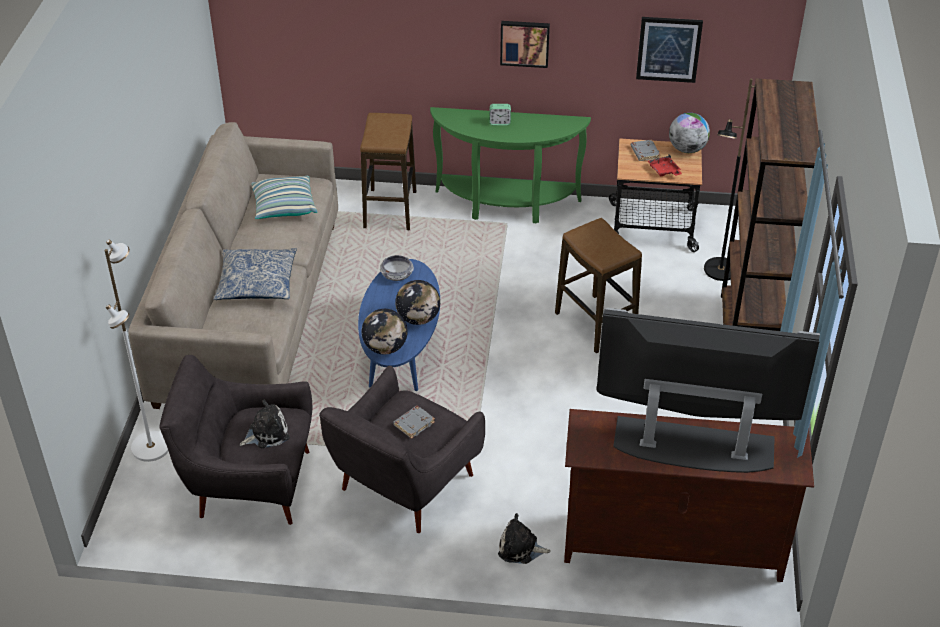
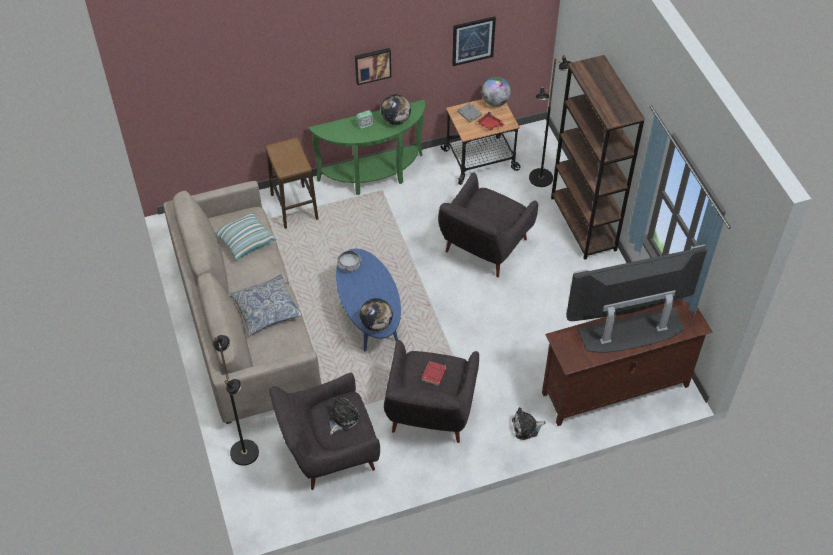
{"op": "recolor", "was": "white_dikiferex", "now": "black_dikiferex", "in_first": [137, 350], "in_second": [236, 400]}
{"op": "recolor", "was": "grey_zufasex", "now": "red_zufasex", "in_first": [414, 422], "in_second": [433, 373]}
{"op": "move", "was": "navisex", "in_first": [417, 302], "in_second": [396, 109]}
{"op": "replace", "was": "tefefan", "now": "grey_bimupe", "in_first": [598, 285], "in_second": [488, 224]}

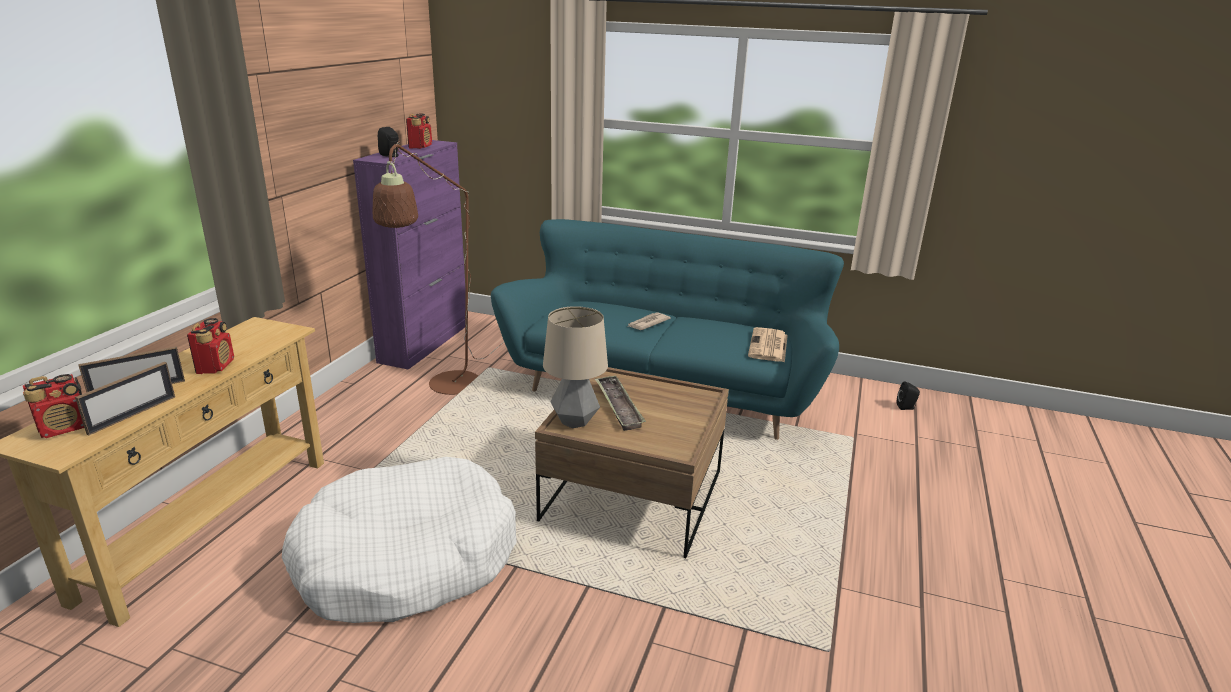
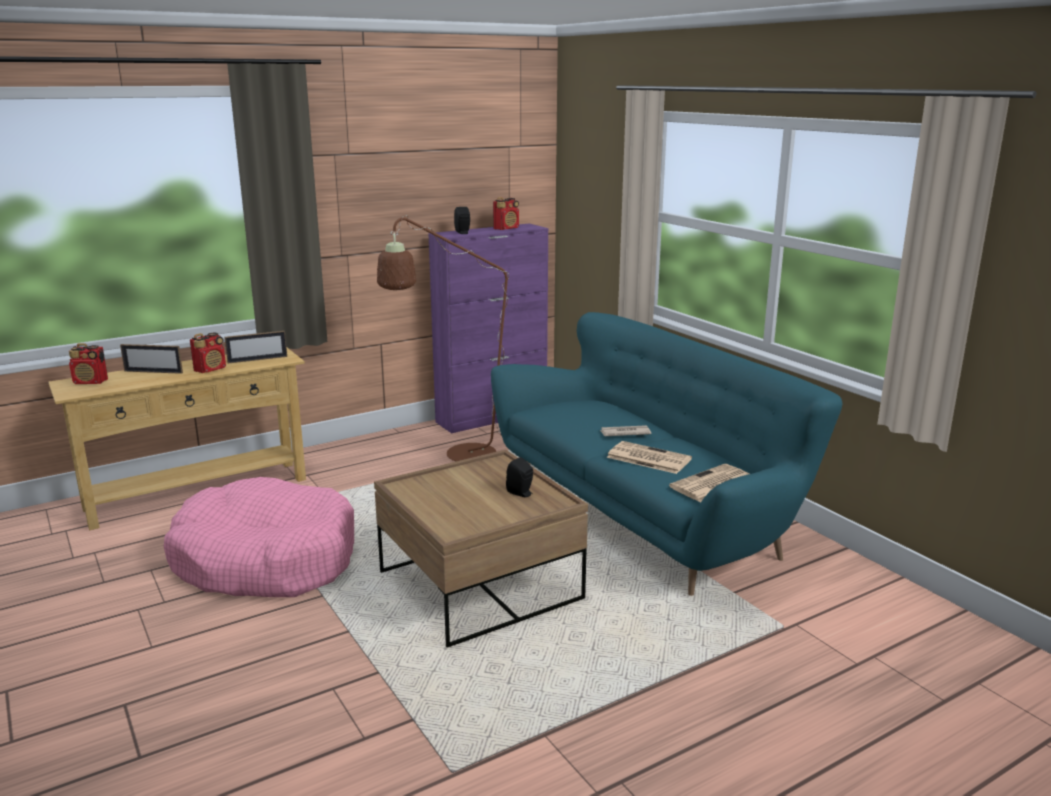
{"op": "move", "was": "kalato", "in_first": [125, 399], "in_second": [255, 347]}
{"op": "recolor", "was": "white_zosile", "now": "pink_zosile", "in_first": [399, 540], "in_second": [259, 537]}
{"op": "delete", "was": "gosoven", "in_first": [575, 367]}
{"op": "delete", "was": "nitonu", "in_first": [620, 403]}
{"op": "move", "was": "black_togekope", "in_first": [908, 395], "in_second": [519, 477]}
{"op": "insert", "now": "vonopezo", "in_second": [649, 457]}

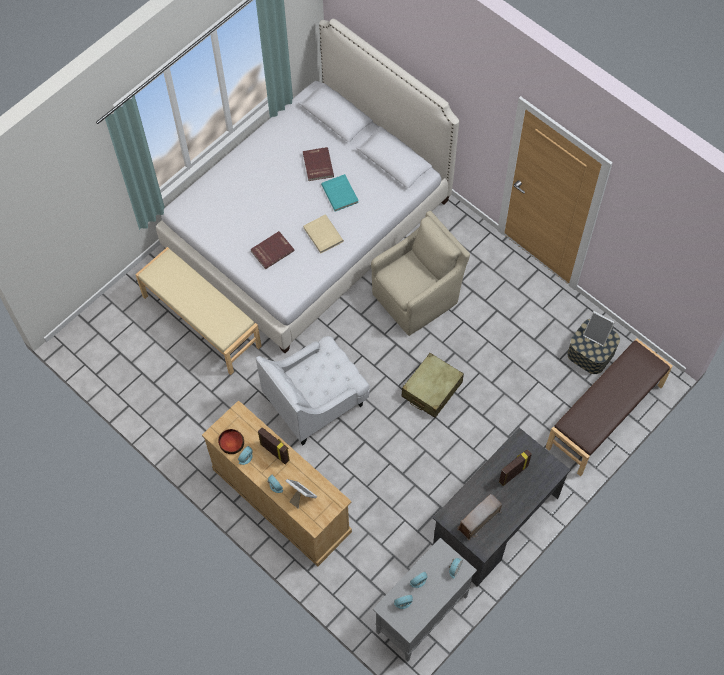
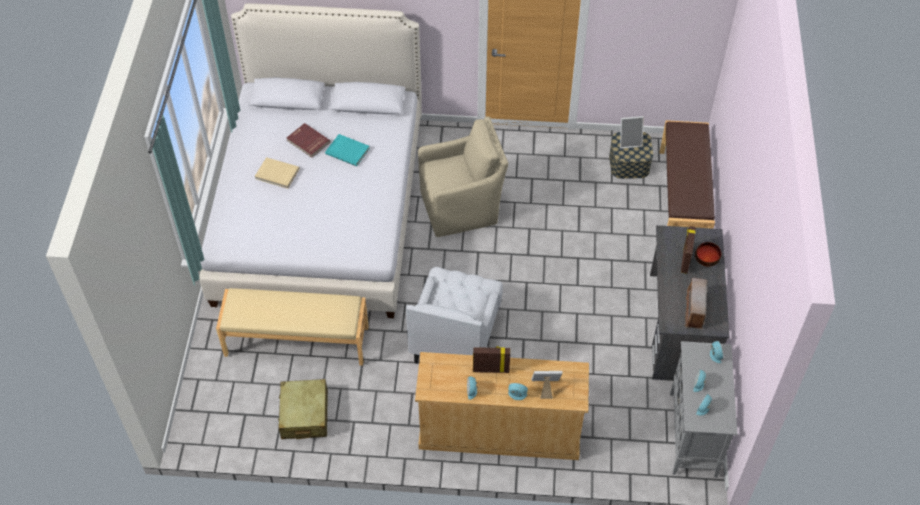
{"op": "move", "was": "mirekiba", "in_first": [231, 441], "in_second": [708, 254]}
{"op": "delete", "was": "red_zufasex", "in_first": [272, 250]}
{"op": "move", "was": "beige_zufasex", "in_first": [323, 234], "in_second": [277, 173]}
{"op": "rotate", "was": "beige_bimupe", "in_first": [420, 273], "in_second": [463, 177], "clockwise": 60}
{"op": "move", "was": "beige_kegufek", "in_first": [432, 385], "in_second": [303, 409]}

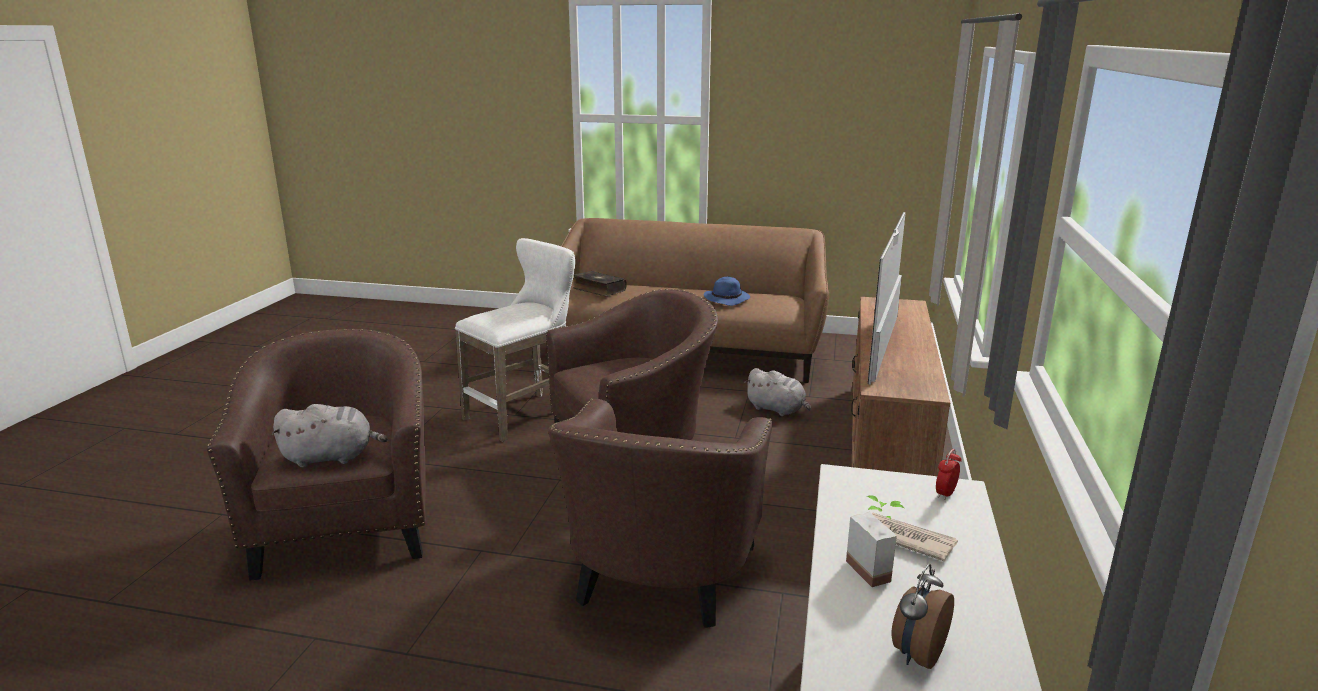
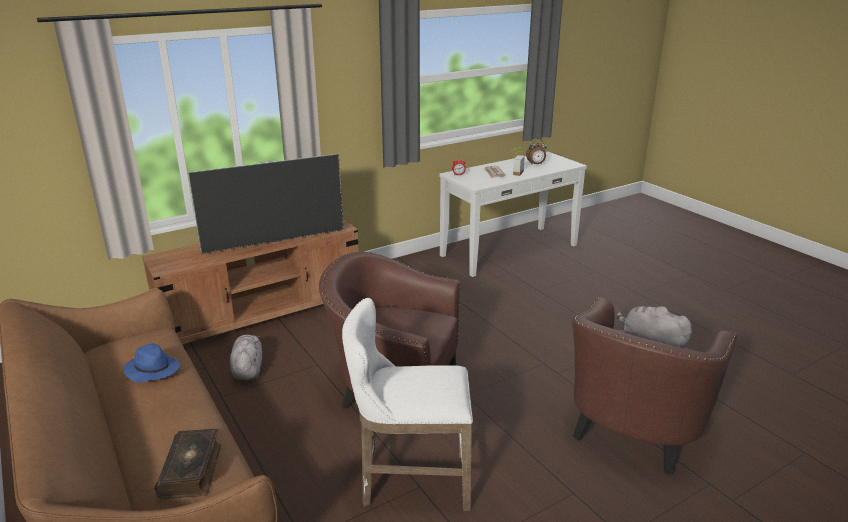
{"op": "delete", "was": "brown_bimupe", "in_first": [660, 513]}

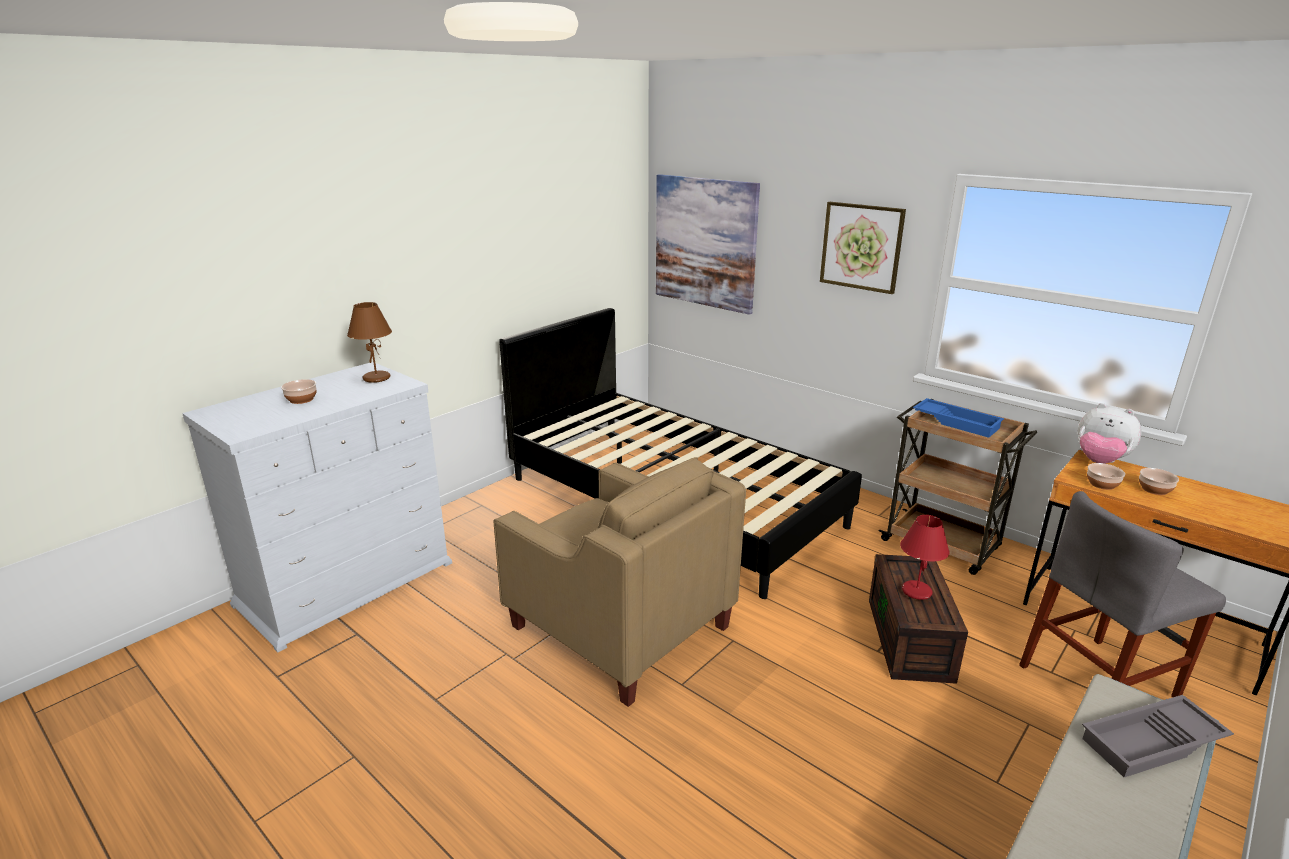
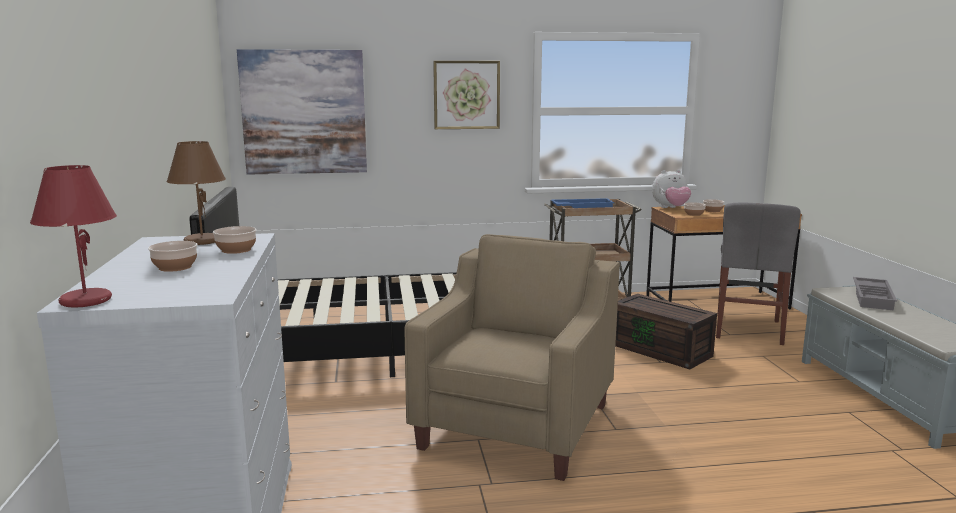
{"op": "rotate", "was": "beige_bimupe", "in_first": [619, 582], "in_second": [512, 357], "clockwise": -60}
{"op": "move", "was": "red_gosoven", "in_first": [925, 557], "in_second": [73, 236]}
{"op": "insert", "now": "mirekiba", "in_second": [235, 240]}

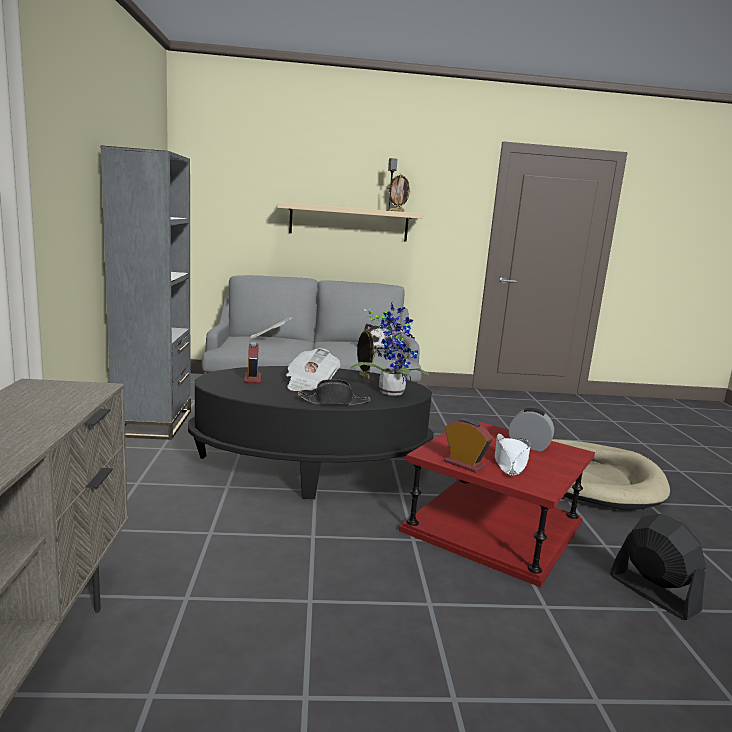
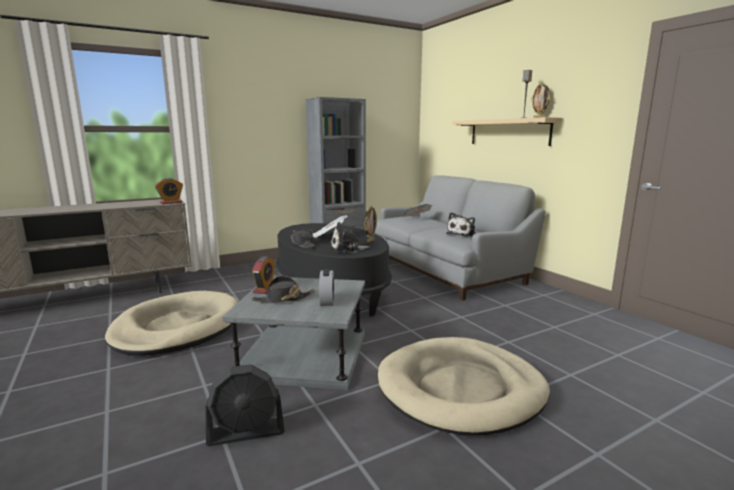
{"op": "move", "was": "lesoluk", "in_first": [252, 362], "in_second": [169, 191]}
{"op": "replace", "was": "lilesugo", "now": "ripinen", "in_first": [389, 349], "in_second": [350, 237]}
{"op": "recolor", "was": "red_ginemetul", "now": "grey_ginemetul", "in_first": [497, 504], "in_second": [293, 333]}
{"op": "recolor", "was": "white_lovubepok", "now": "black_lovubepok", "in_first": [513, 455], "in_second": [283, 290]}
{"op": "rotate", "was": "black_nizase", "in_first": [658, 567], "in_second": [245, 405], "clockwise": 45}
{"op": "insert", "now": "beige_zosile", "in_second": [171, 323]}

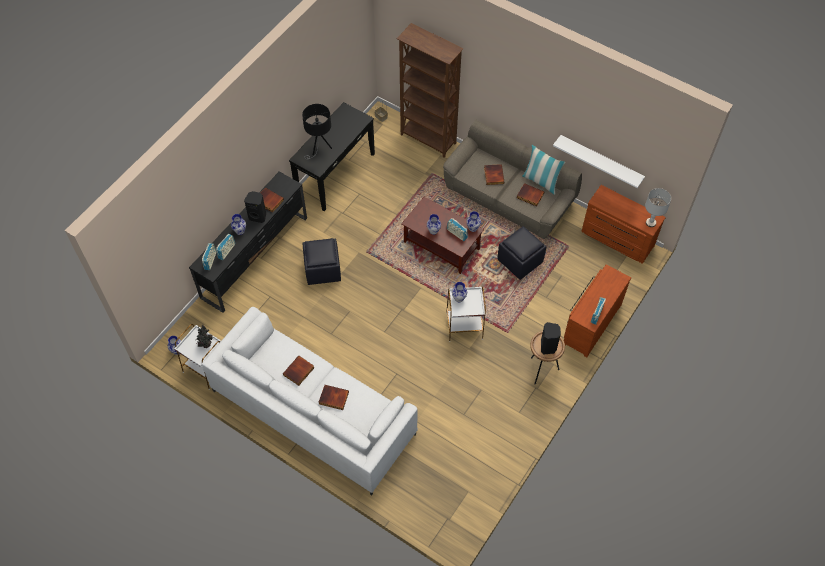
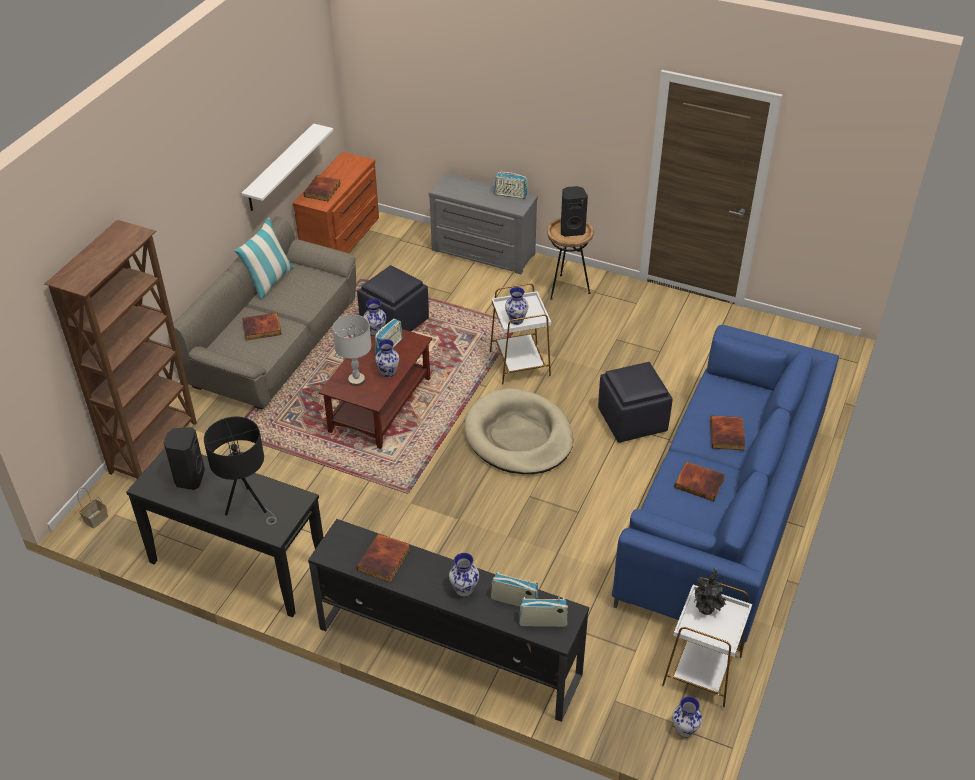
{"op": "recolor", "was": "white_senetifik", "now": "blue_senetifik", "in_first": [310, 401], "in_second": [725, 488]}
{"op": "move", "was": "black_togekope", "in_first": [255, 207], "in_second": [184, 458]}
{"op": "move", "was": "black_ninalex", "in_first": [322, 261], "in_second": [635, 402]}
{"op": "move", "was": "zufasex", "in_first": [530, 194], "in_second": [322, 188]}
{"op": "recolor", "was": "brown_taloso", "now": "grey_taloso", "in_first": [597, 310], "in_second": [483, 223]}
{"op": "move", "was": "grey_gosoven", "in_first": [658, 207], "in_second": [352, 350]}
{"op": "insert", "now": "beige_zosile", "in_second": [518, 431]}

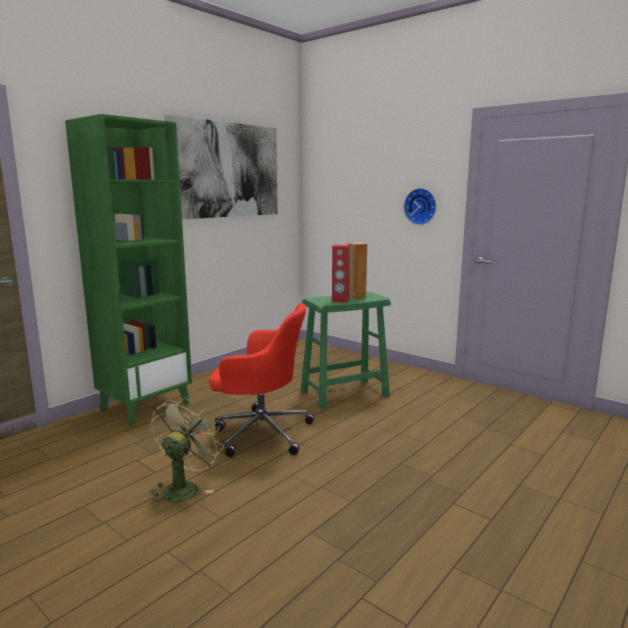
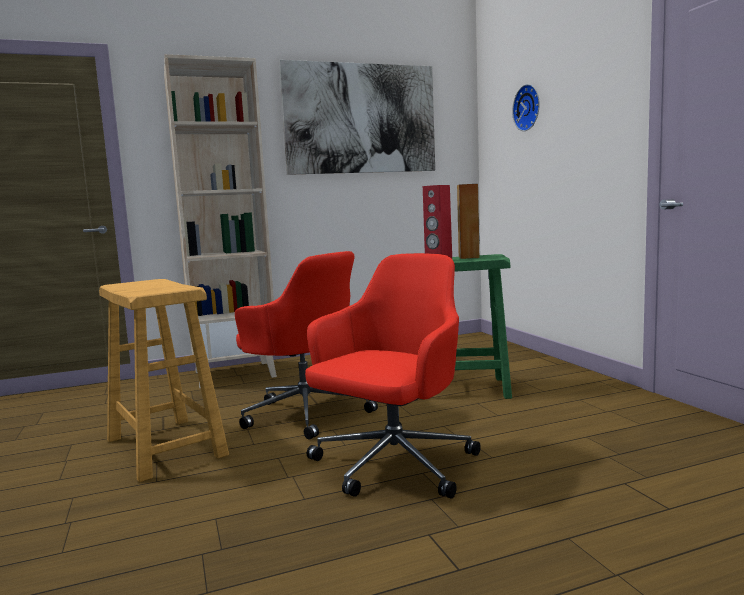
{"op": "recolor", "was": "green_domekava", "now": "beige_domekava", "in_first": [128, 270], "in_second": [220, 221]}
{"op": "replace", "was": "green_nizase", "now": "beige_tefefan", "in_first": [187, 451], "in_second": [164, 380]}
{"op": "move", "was": "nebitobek", "in_first": [420, 206], "in_second": [526, 107]}
{"op": "insert", "now": "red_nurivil", "in_second": [393, 376]}

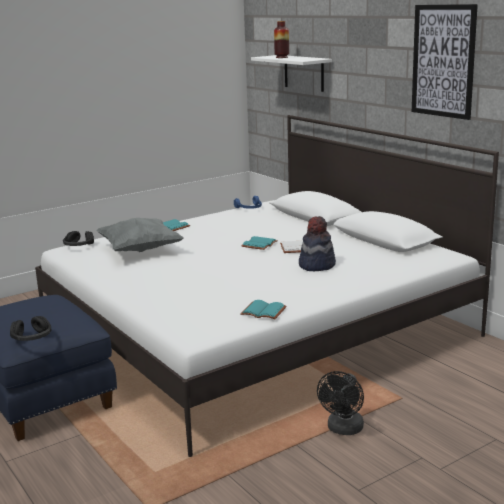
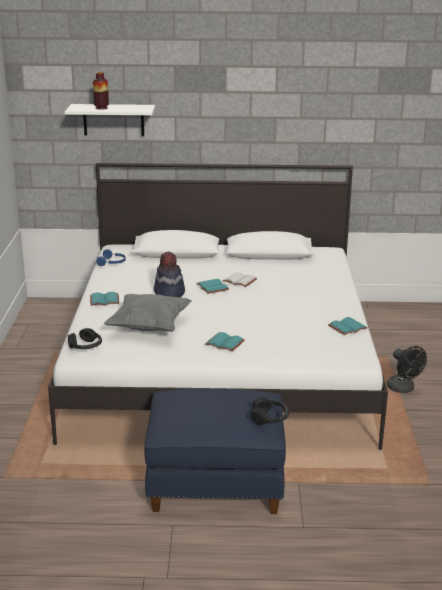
{"op": "move", "was": "lovubepok", "in_first": [317, 243], "in_second": [169, 275]}
{"op": "delete", "was": "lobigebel", "in_first": [445, 62]}
{"op": "insert", "now": "turquoise_zufasex", "in_second": [225, 341]}

